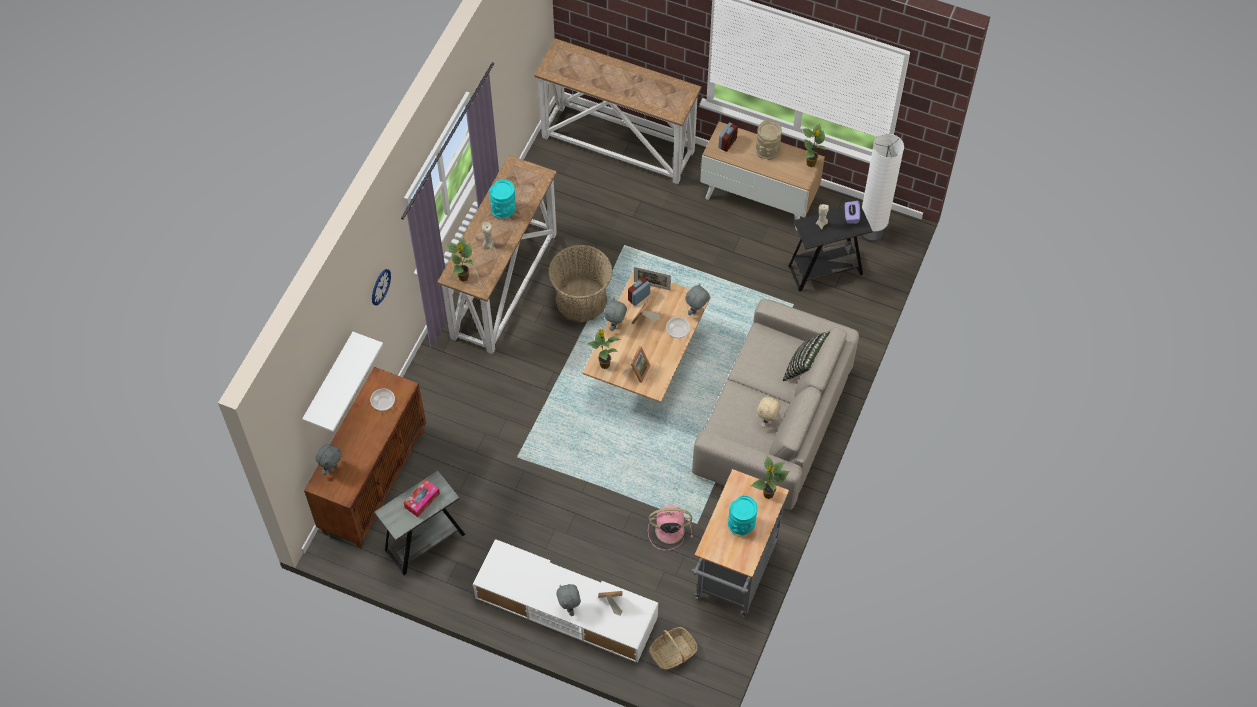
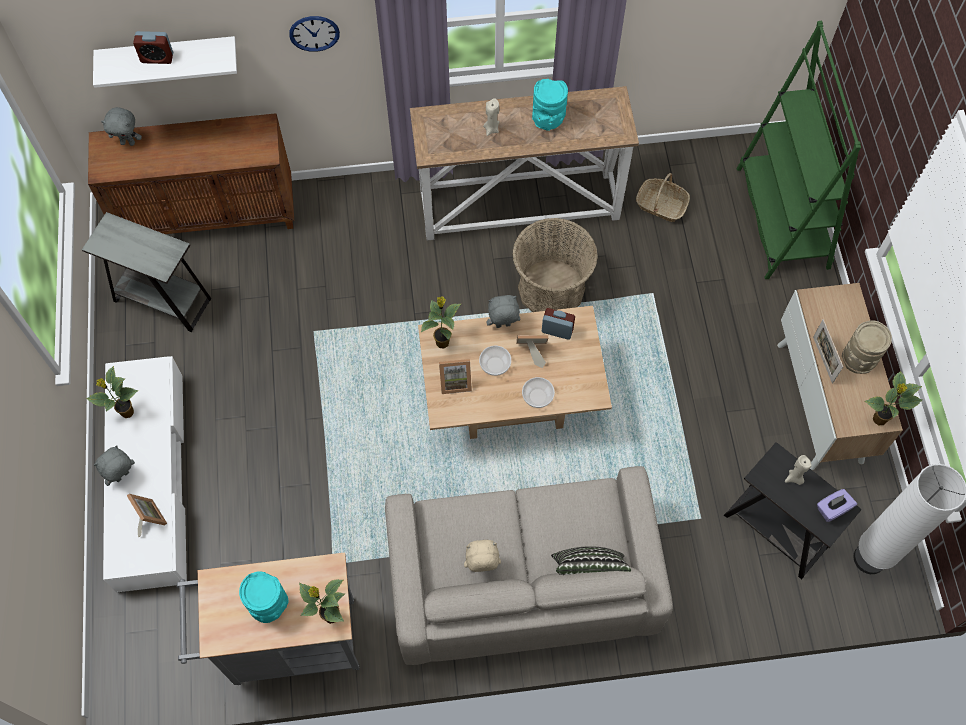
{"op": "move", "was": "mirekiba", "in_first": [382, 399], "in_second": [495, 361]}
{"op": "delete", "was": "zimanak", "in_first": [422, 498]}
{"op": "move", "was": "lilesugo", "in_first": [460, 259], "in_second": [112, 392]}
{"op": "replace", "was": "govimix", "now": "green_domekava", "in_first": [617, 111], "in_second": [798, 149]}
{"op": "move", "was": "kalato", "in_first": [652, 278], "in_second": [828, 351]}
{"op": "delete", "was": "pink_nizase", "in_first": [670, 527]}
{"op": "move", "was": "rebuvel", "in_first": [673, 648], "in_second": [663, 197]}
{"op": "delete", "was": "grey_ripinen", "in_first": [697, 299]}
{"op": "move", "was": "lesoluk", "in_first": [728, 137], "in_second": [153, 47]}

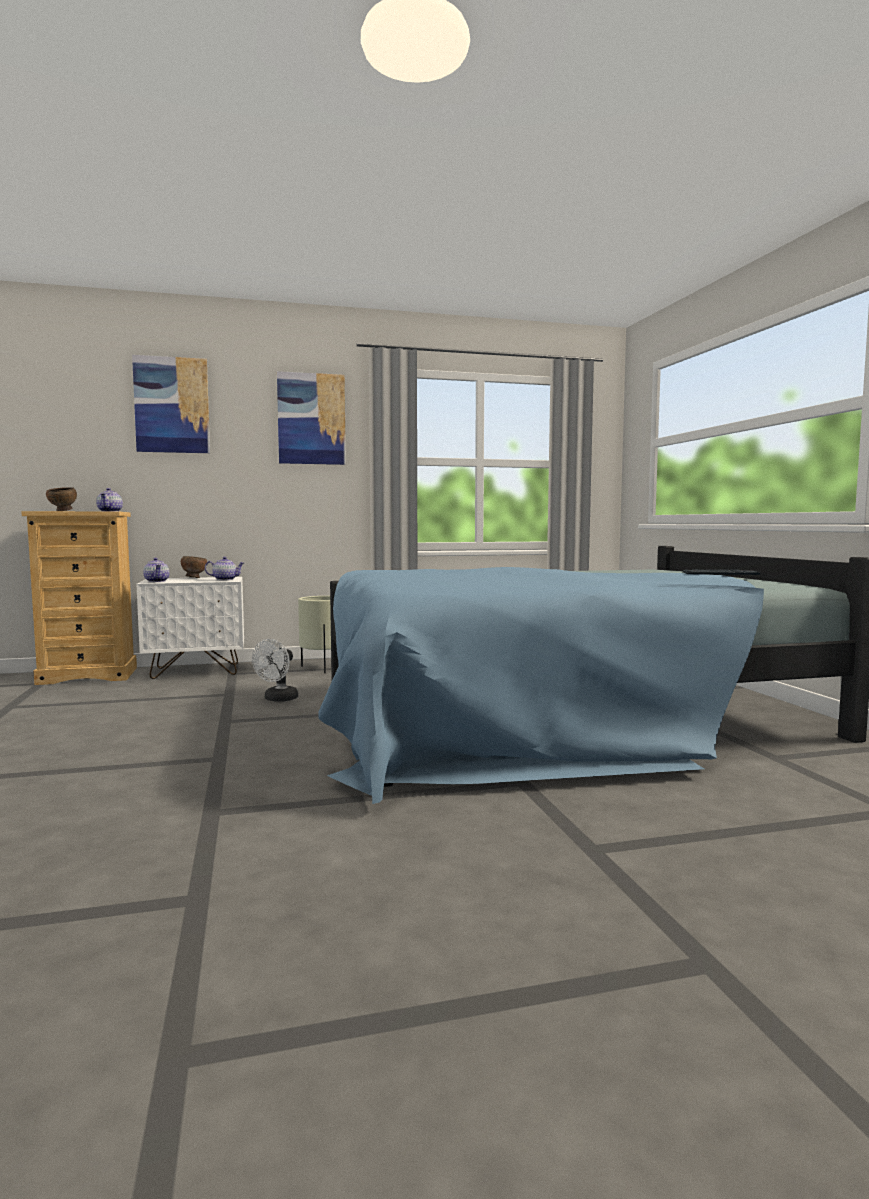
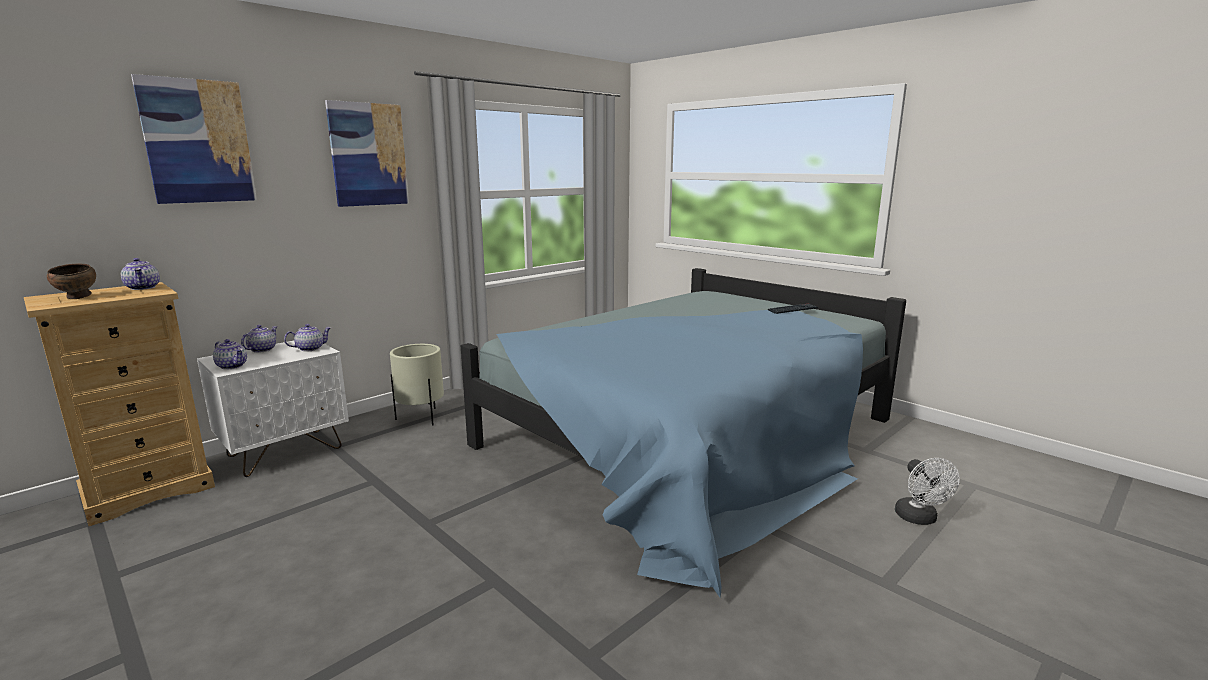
{"op": "replace", "was": "brown_mirekiba", "now": "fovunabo", "in_first": [194, 567], "in_second": [259, 339]}
{"op": "move", "was": "white_nizase", "in_first": [275, 670], "in_second": [927, 491]}

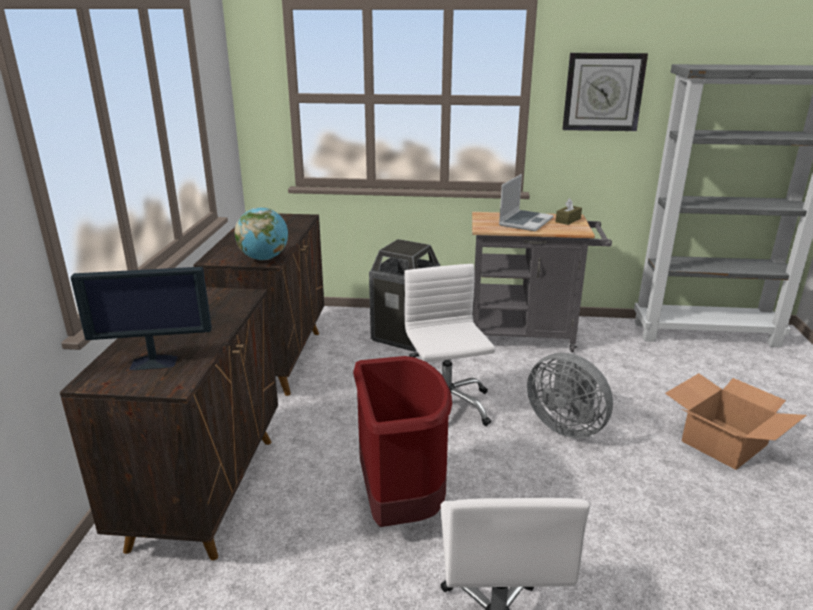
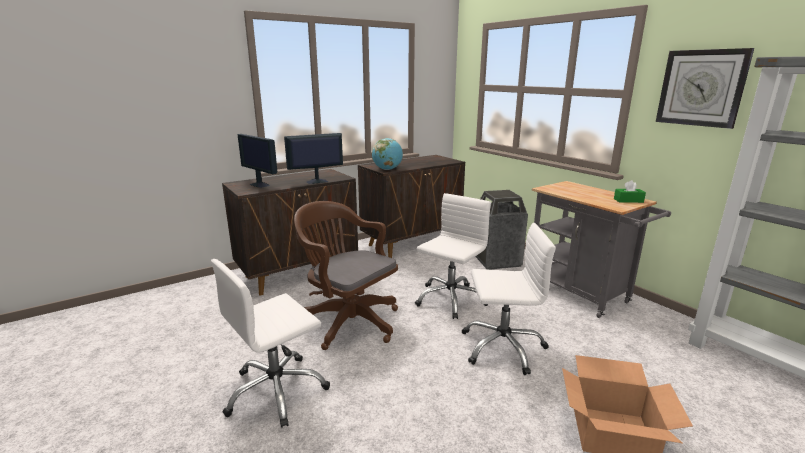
{"op": "replace", "was": "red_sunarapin", "now": "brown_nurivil", "in_first": [402, 441], "in_second": [346, 275]}
{"op": "delete", "was": "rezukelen", "in_first": [526, 202]}
{"op": "replace", "was": "grey_nizase", "now": "white_nurivil", "in_first": [570, 395], "in_second": [509, 299]}
{"op": "recolor", "was": "brown_zimanak", "now": "green_zimanak", "in_first": [569, 211], "in_second": [630, 191]}
{"op": "insert", "now": "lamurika", "in_second": [313, 158]}

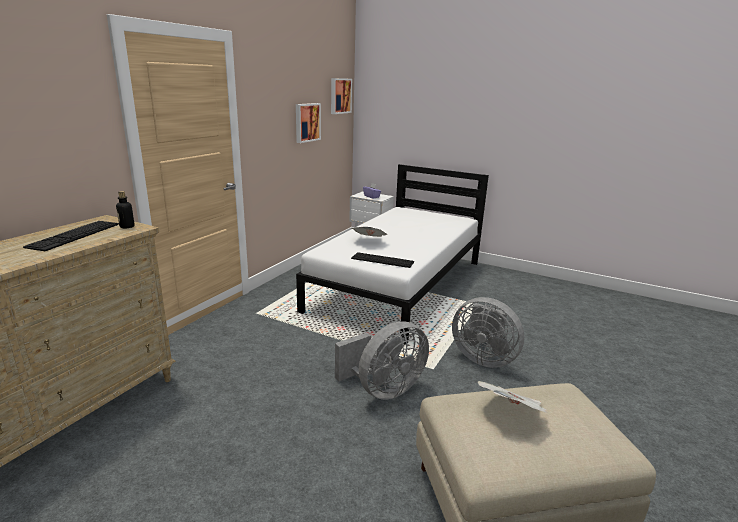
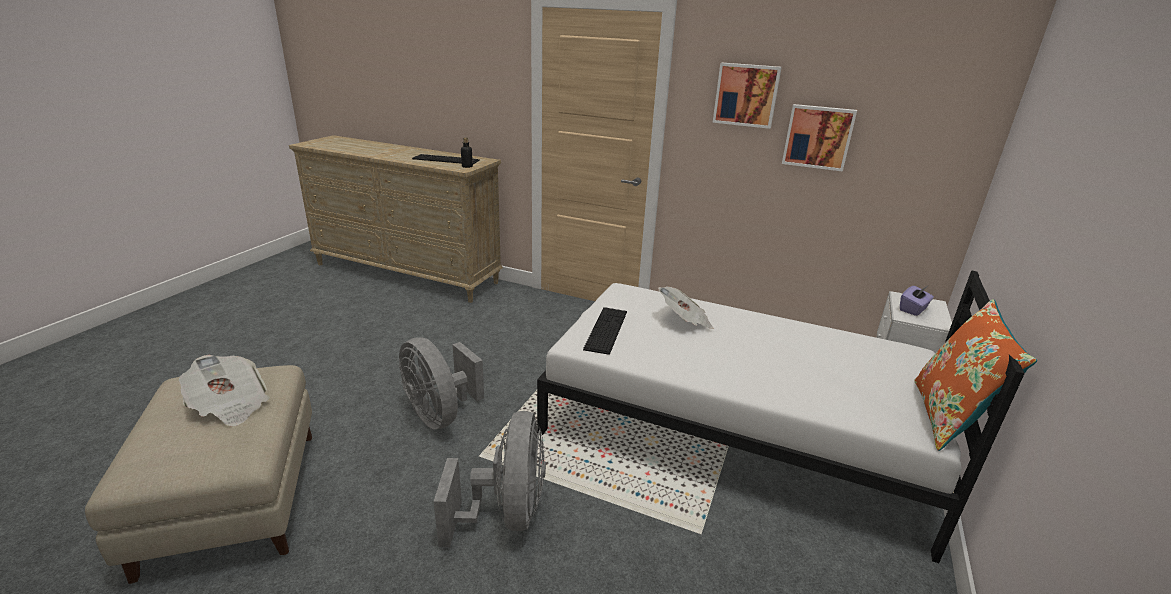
{"op": "move", "was": "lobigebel", "in_first": [341, 96], "in_second": [747, 96]}
{"op": "rotate", "was": "grey_nizase", "in_first": [488, 332], "in_second": [490, 479], "clockwise": 150}
{"op": "insert", "now": "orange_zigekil", "in_second": [975, 375]}

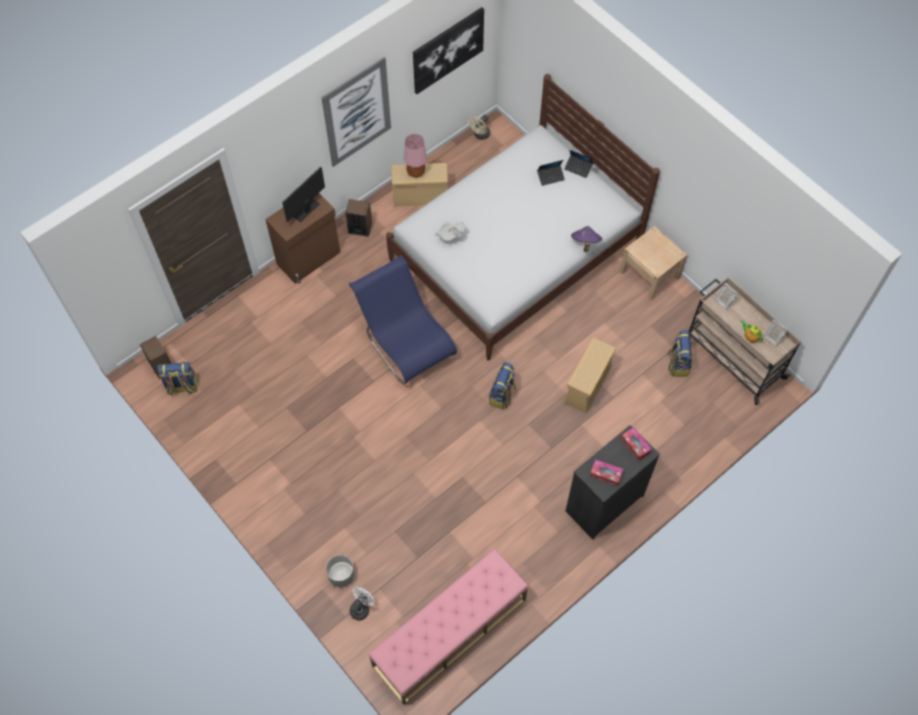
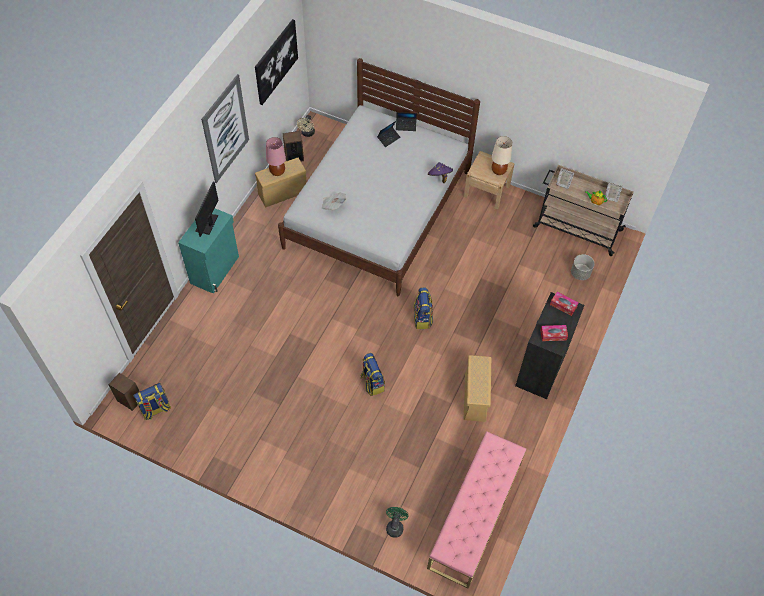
{"op": "recolor", "was": "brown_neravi", "now": "turquoise_neravi", "in_first": [302, 238], "in_second": [208, 251]}
{"op": "move", "was": "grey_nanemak", "in_first": [340, 571], "in_second": [583, 267]}
{"op": "move", "was": "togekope", "in_first": [358, 218], "in_second": [293, 146]}
{"op": "delete", "was": "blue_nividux", "in_first": [403, 319]}
{"op": "recolor", "was": "white_nizase", "now": "green_nizase", "in_first": [362, 604], "in_second": [397, 522]}
{"op": "move", "was": "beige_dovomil", "in_first": [590, 375], "in_second": [477, 388]}
{"op": "move", "was": "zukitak", "in_first": [680, 353], "in_second": [373, 374]}
{"op": "insert", "now": "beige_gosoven", "in_second": [502, 155]}

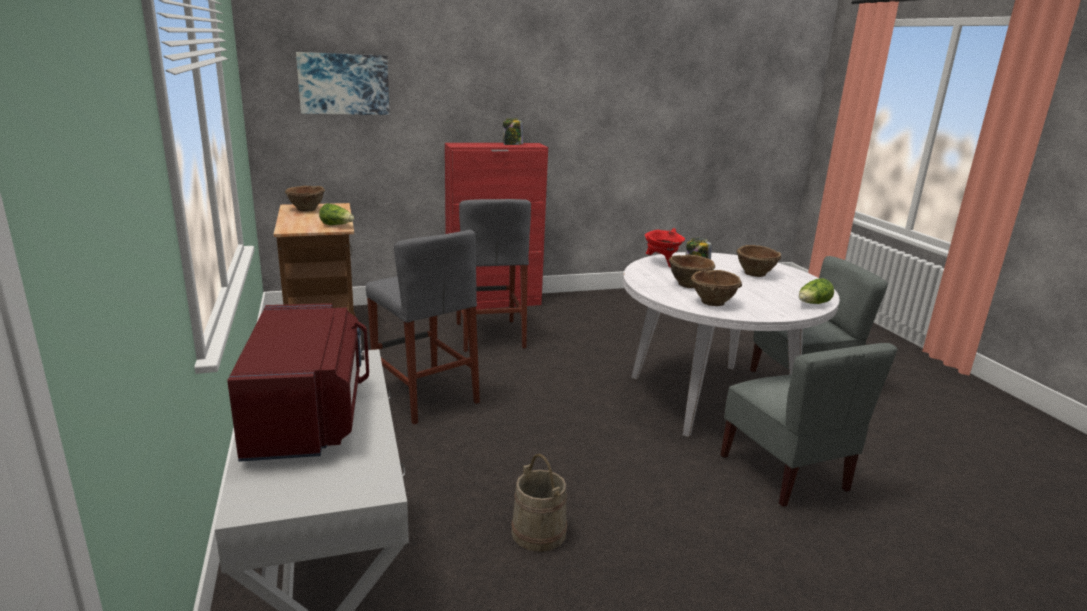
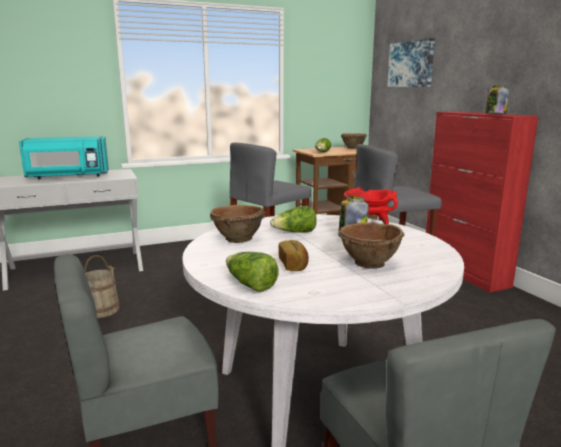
{"op": "recolor", "was": "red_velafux", "now": "turquoise_velafux", "in_first": [298, 382], "in_second": [64, 157]}
{"op": "replace", "was": "brown_mirekiba", "now": "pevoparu", "in_first": [692, 271], "in_second": [293, 219]}
{"op": "insert", "now": "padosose", "in_second": [294, 255]}

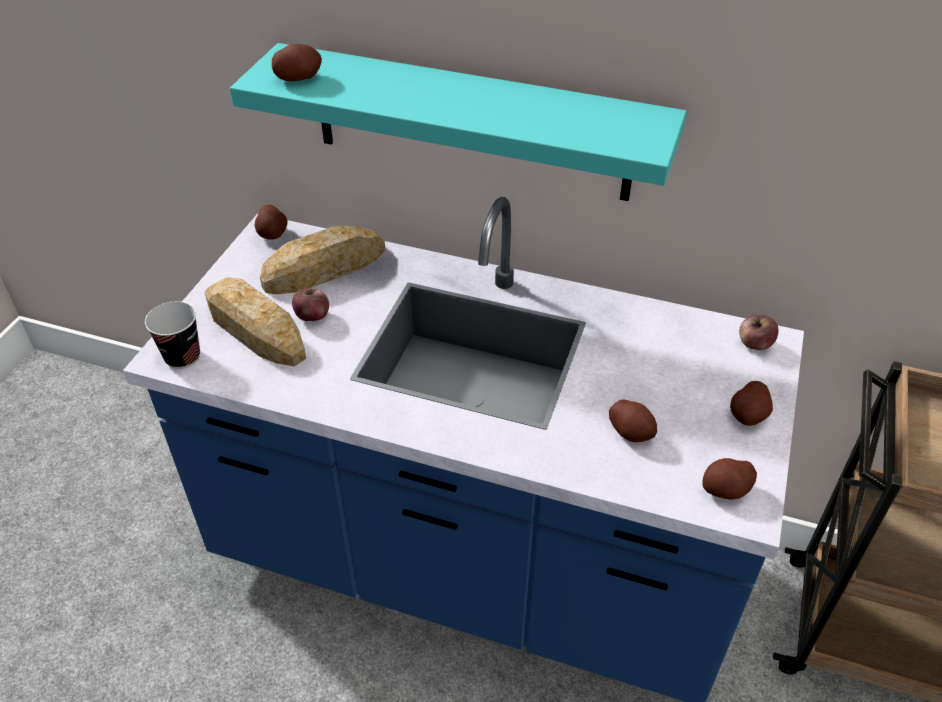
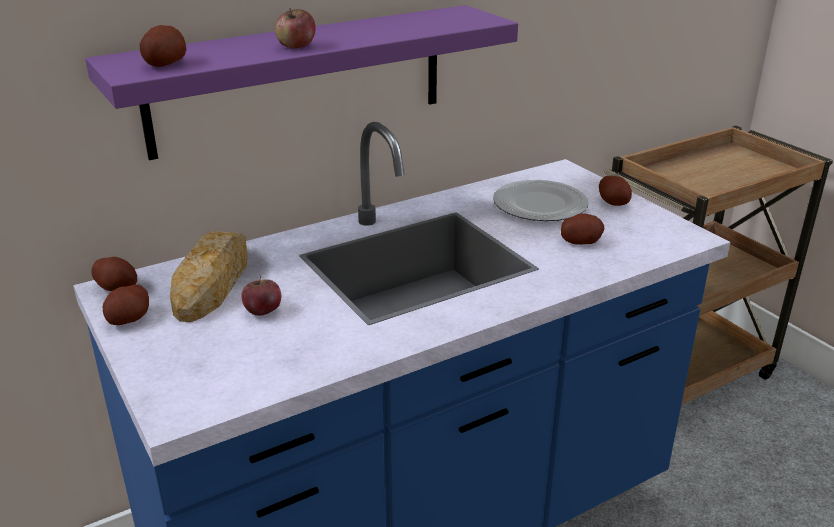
{"op": "delete", "was": "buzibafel", "in_first": [172, 335]}
{"op": "delete", "was": "padosose", "in_first": [255, 321]}
{"op": "recolor", "was": "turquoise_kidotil", "now": "purple_kidotil", "in_first": [458, 122], "in_second": [301, 82]}
{"op": "move", "was": "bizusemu", "in_first": [730, 479], "in_second": [126, 304]}
{"op": "move", "was": "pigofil", "in_first": [759, 332], "in_second": [295, 28]}
{"op": "insert", "now": "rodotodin", "in_second": [541, 200]}

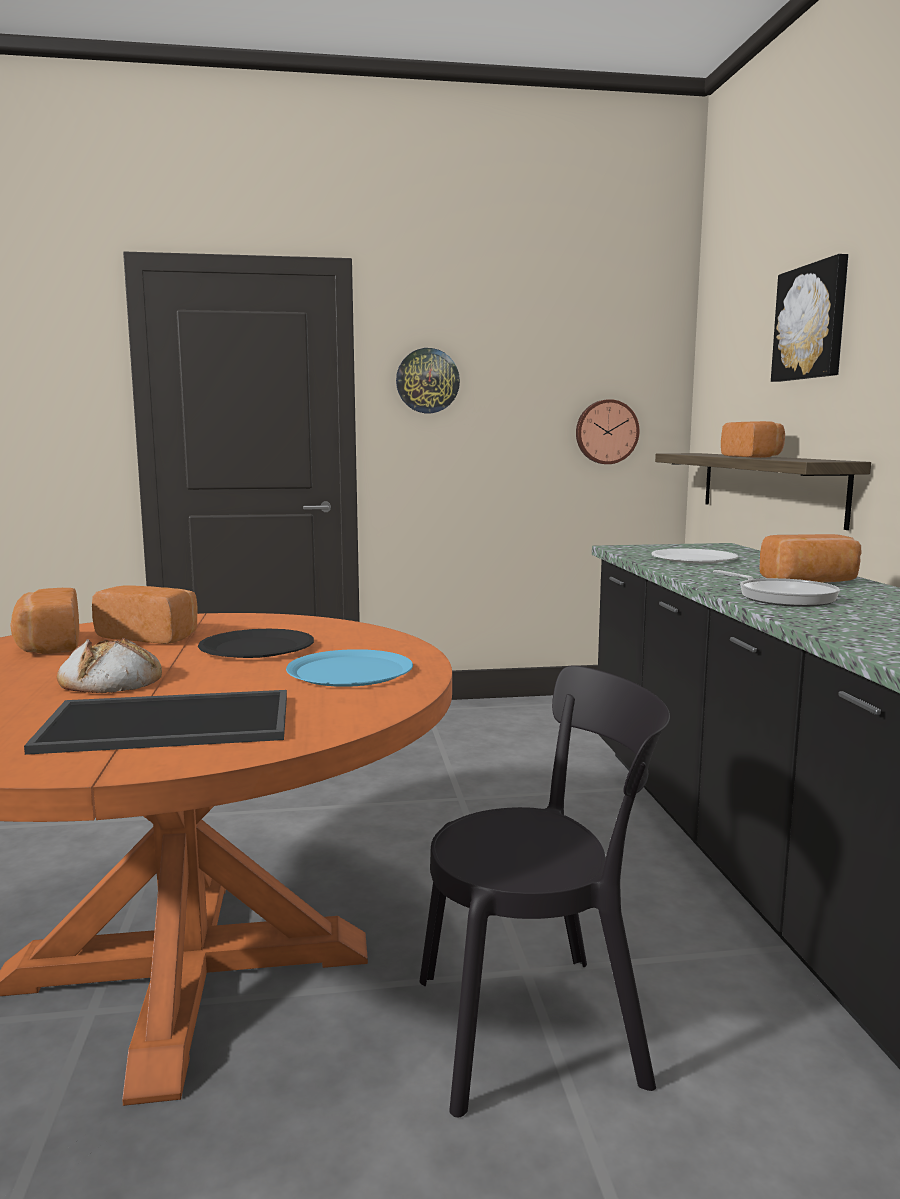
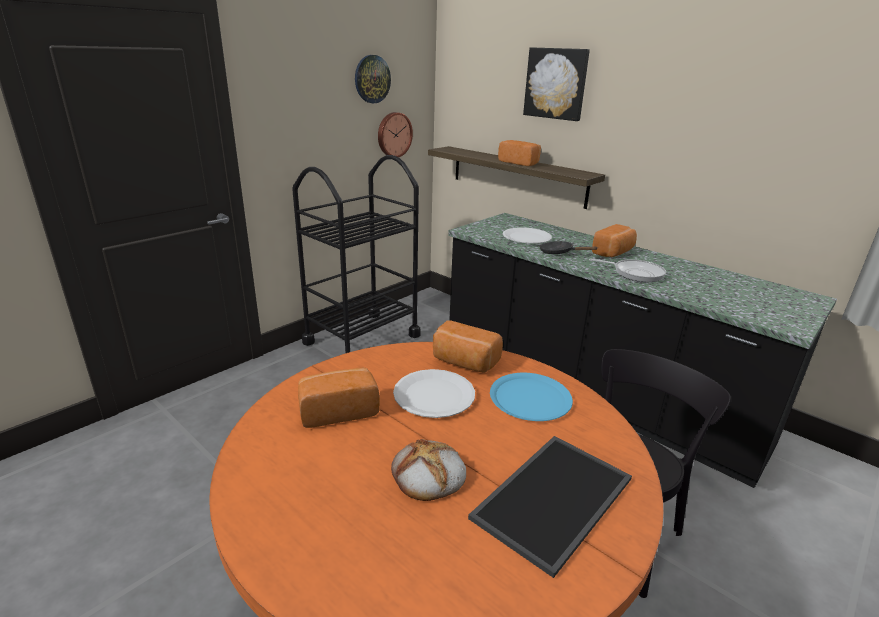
{"op": "move", "was": "padosose", "in_first": [44, 621], "in_second": [468, 346]}
{"op": "recolor", "was": "black_rodotodin", "now": "white_rodotodin", "in_first": [256, 643], "in_second": [434, 393]}
{"op": "move", "was": "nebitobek", "in_first": [428, 380], "in_second": [373, 79]}
{"op": "insert", "now": "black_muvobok", "in_second": [356, 254]}
{"op": "insert", "now": "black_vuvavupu", "in_second": [568, 247]}

